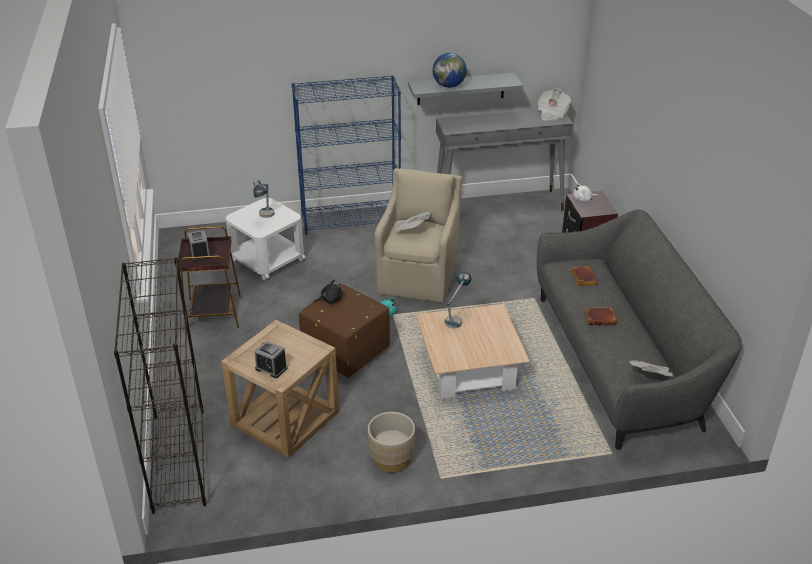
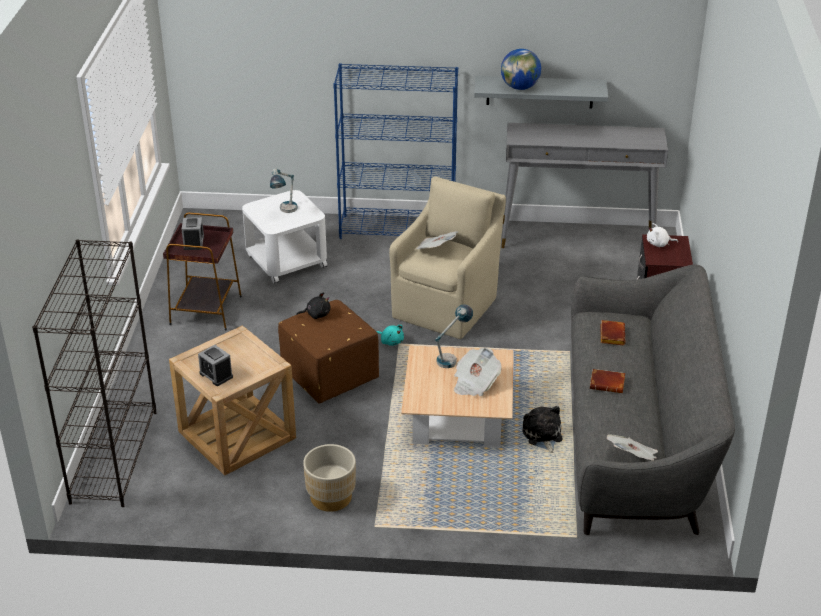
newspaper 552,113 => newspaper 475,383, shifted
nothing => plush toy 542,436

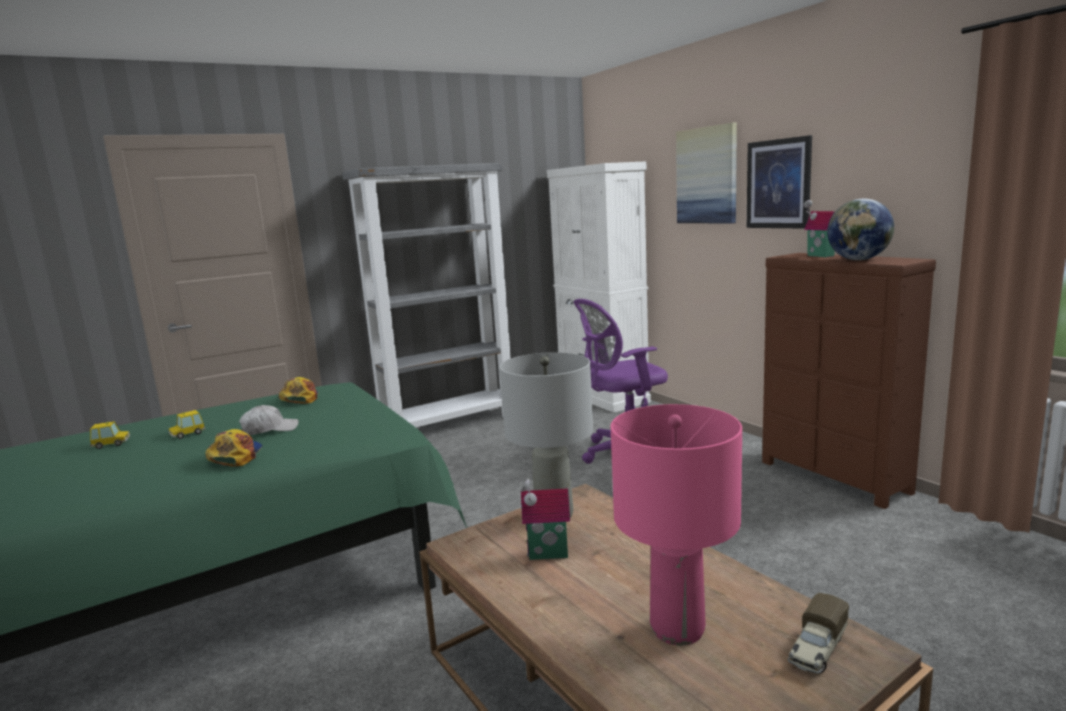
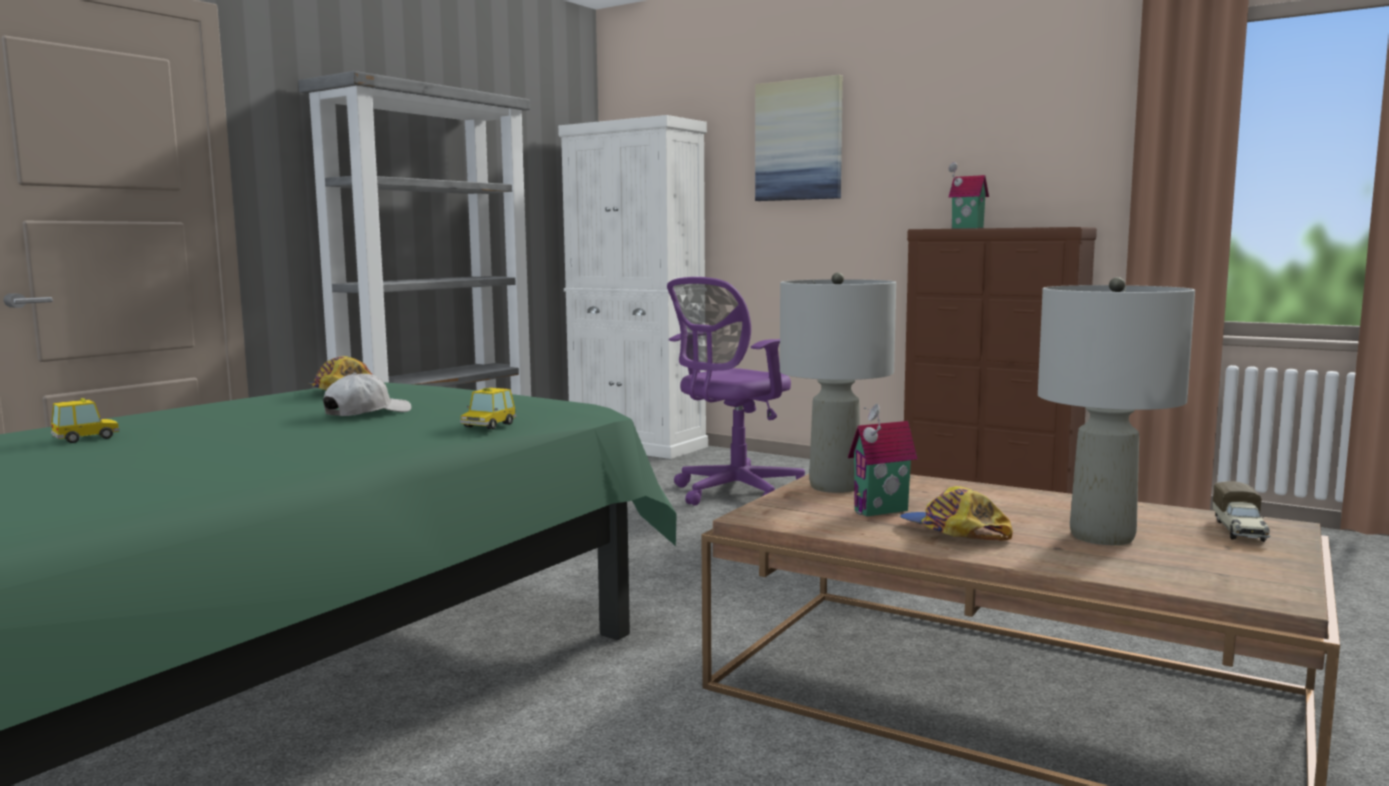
picture 778,184 => nothing
globe 858,260 => nothing
table lamp (pink) 676,628 => table lamp (grey) 1100,536
toy car 187,434 => toy car 488,425, shifted
cap 235,456 => cap 952,532, shifted

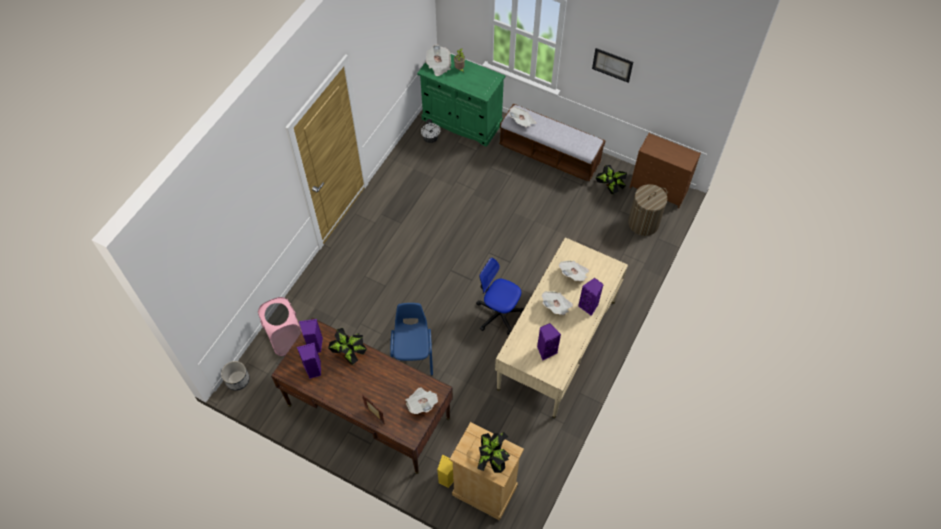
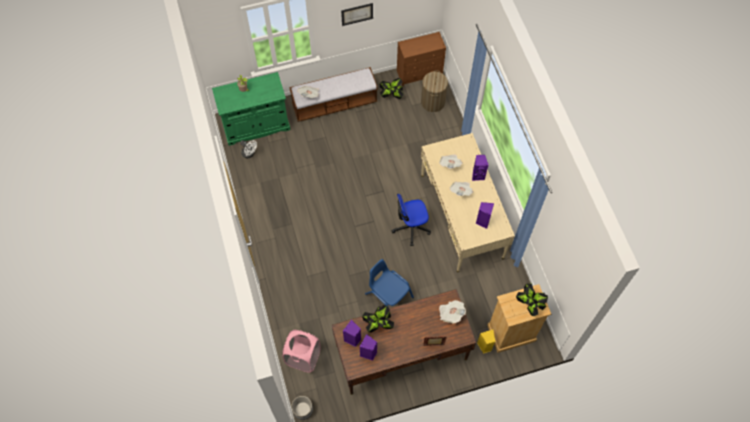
newspaper 438,66 => nothing

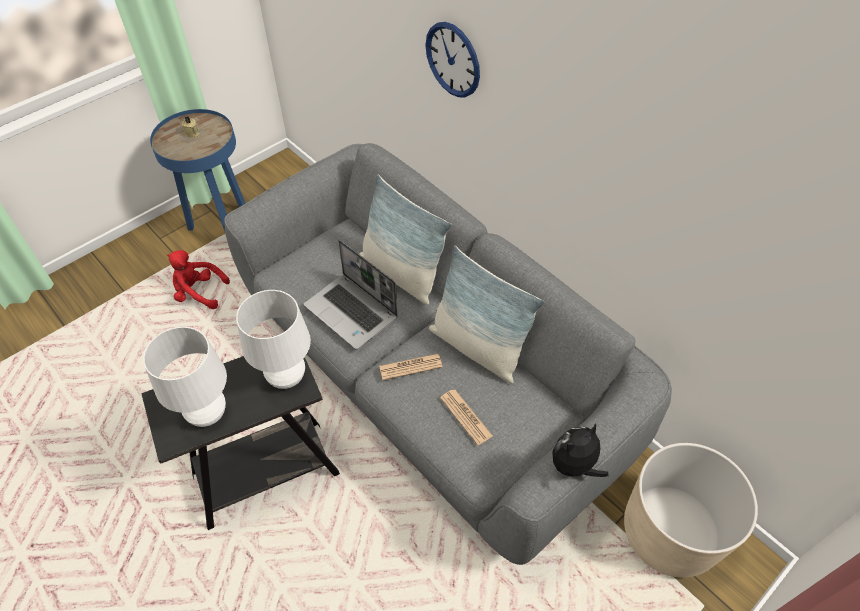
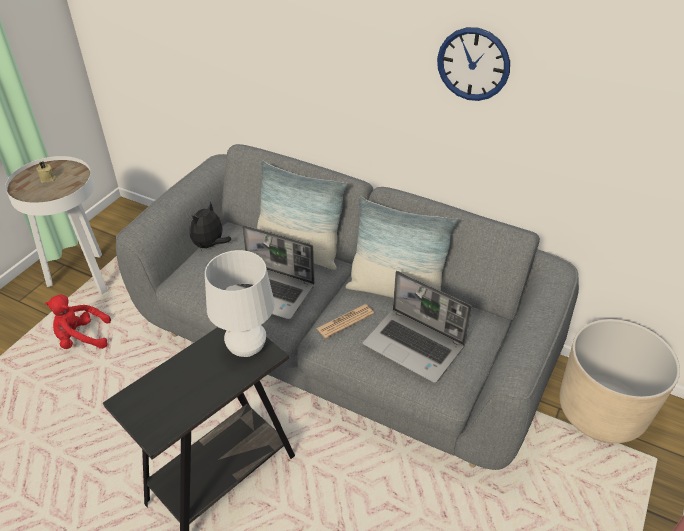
wall clock 453,60 => wall clock 473,64, shifted
side table (blue) 223,228 => side table (white) 84,277
table lamp (white) 207,414 => nothing
newspaper 466,417 => laptop 415,346
plush toy 574,466 => plush toy 210,245, shifted

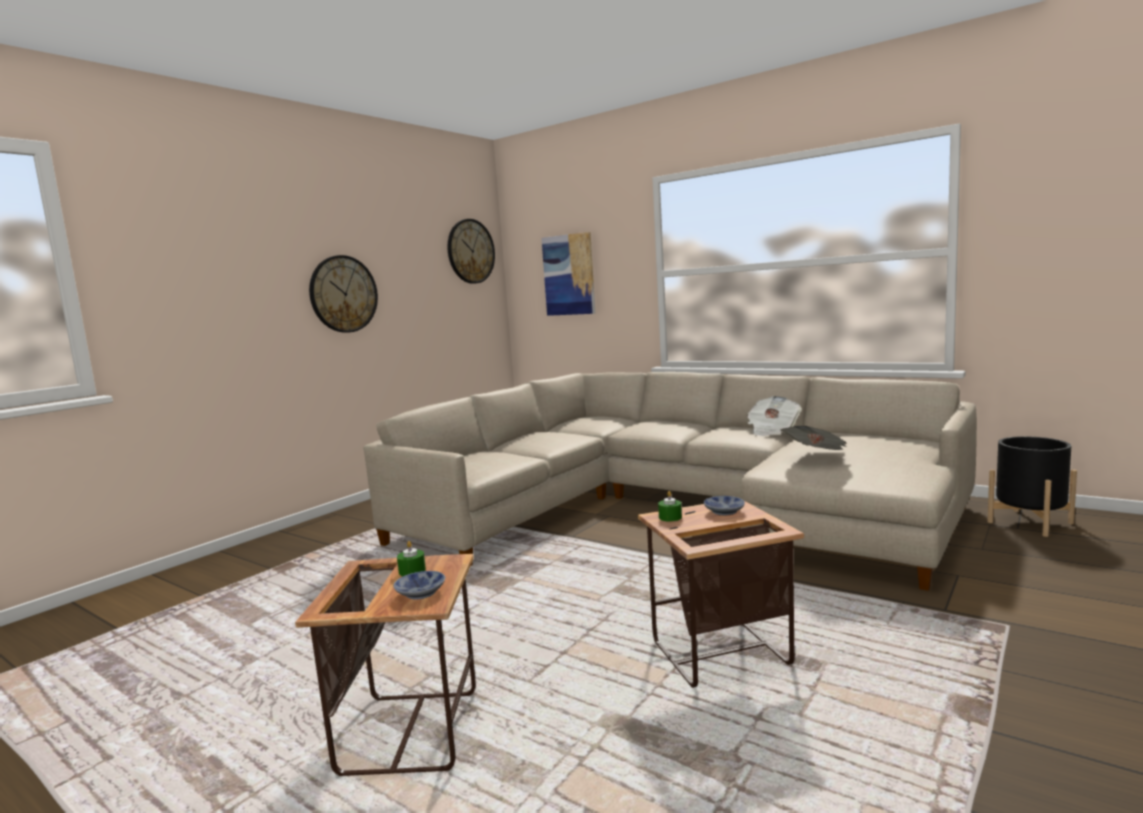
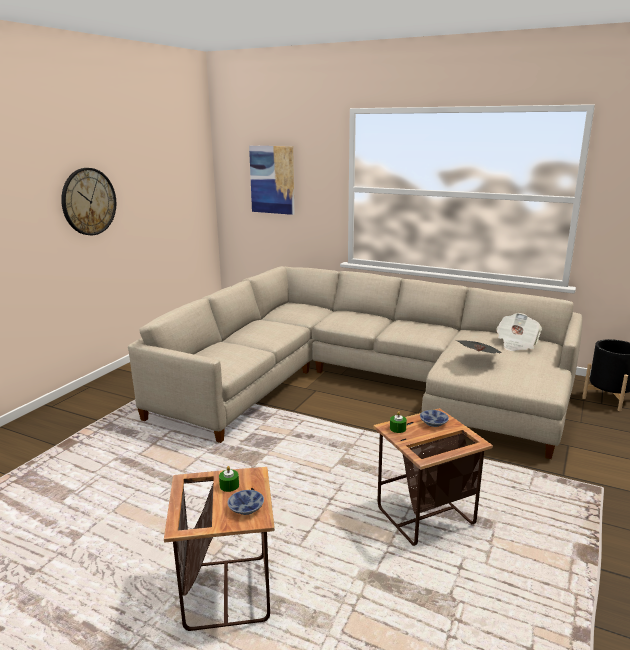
wall clock 470,251 => nothing
newspaper 772,430 => newspaper 516,344, shifted

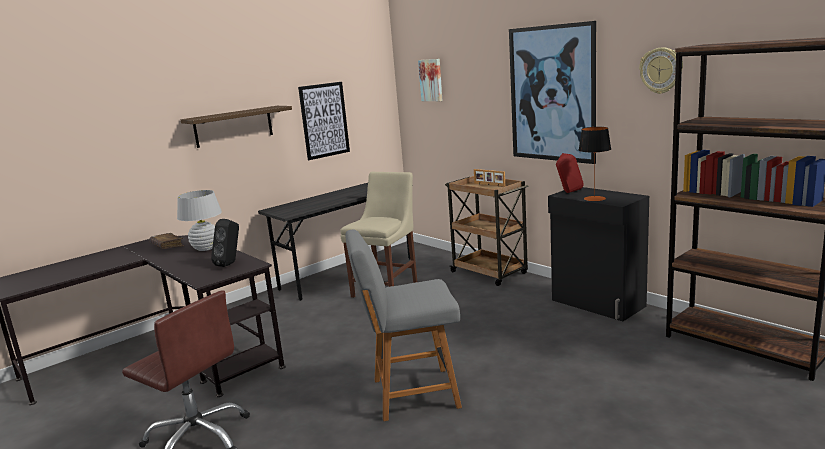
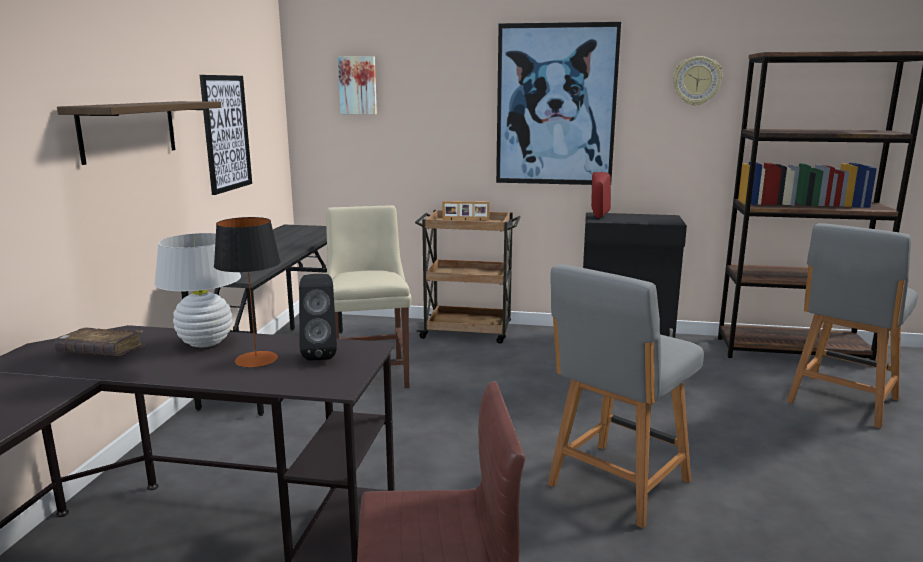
table lamp 594,198 => table lamp 256,359, shifted
nothing => chair (grey) 841,402

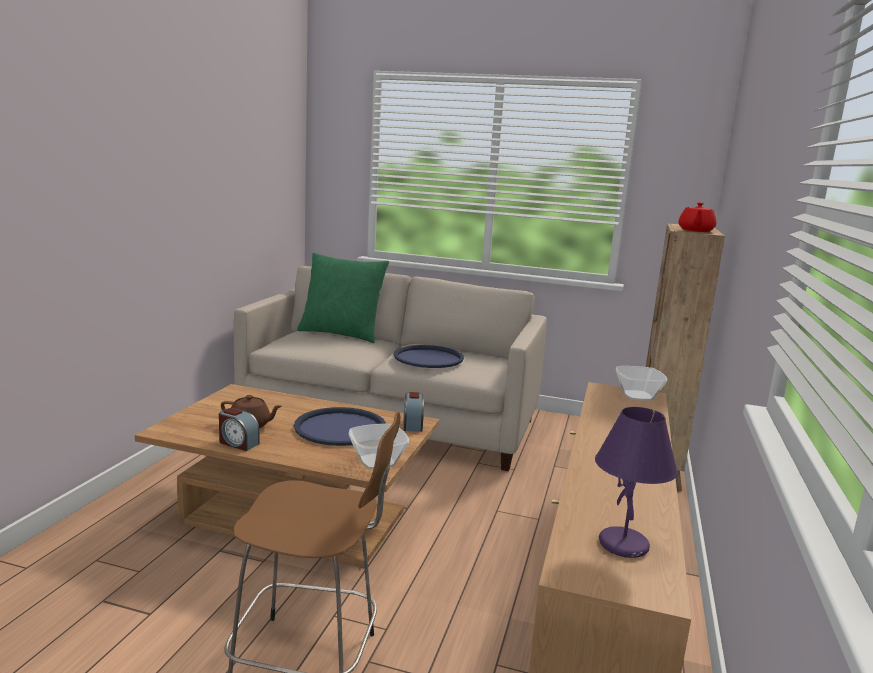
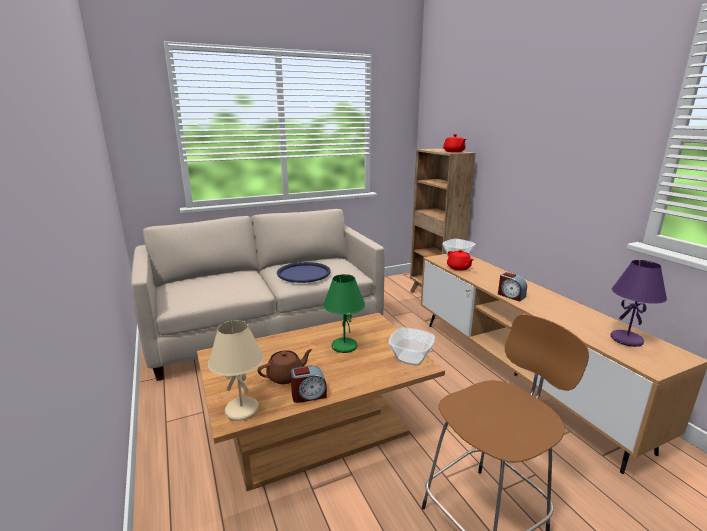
pillow (green) 341,334 => nothing
alarm clock 412,424 => alarm clock 510,296, shifted
tray (blue) 340,428 => table lamp (green) 343,346
nothing => teapot (red) 459,268
nothing => table lamp (beige) 242,410

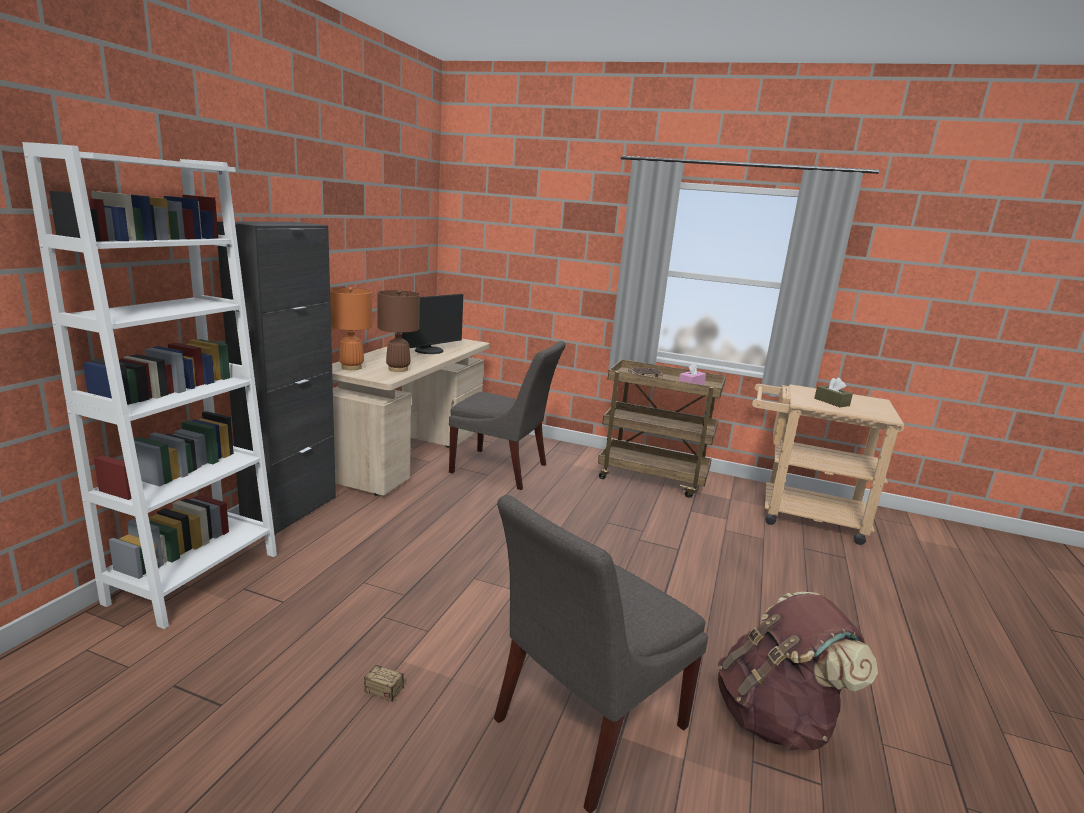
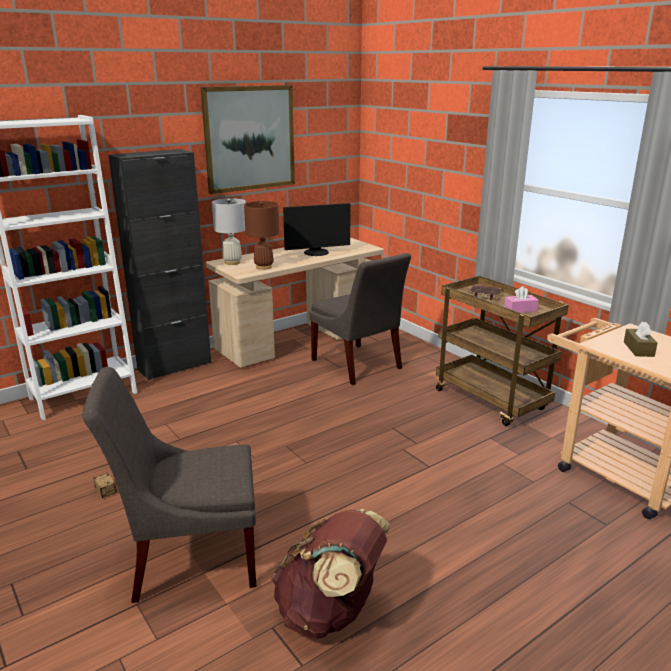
table lamp (orange) 351,367 => table lamp (white) 232,262
nothing => picture 249,138

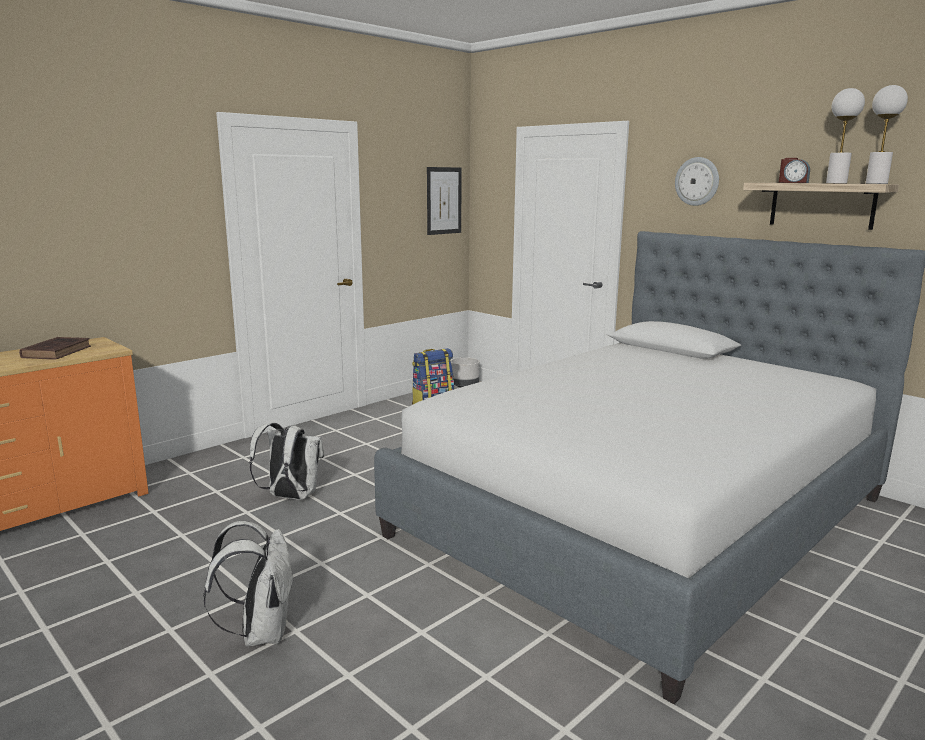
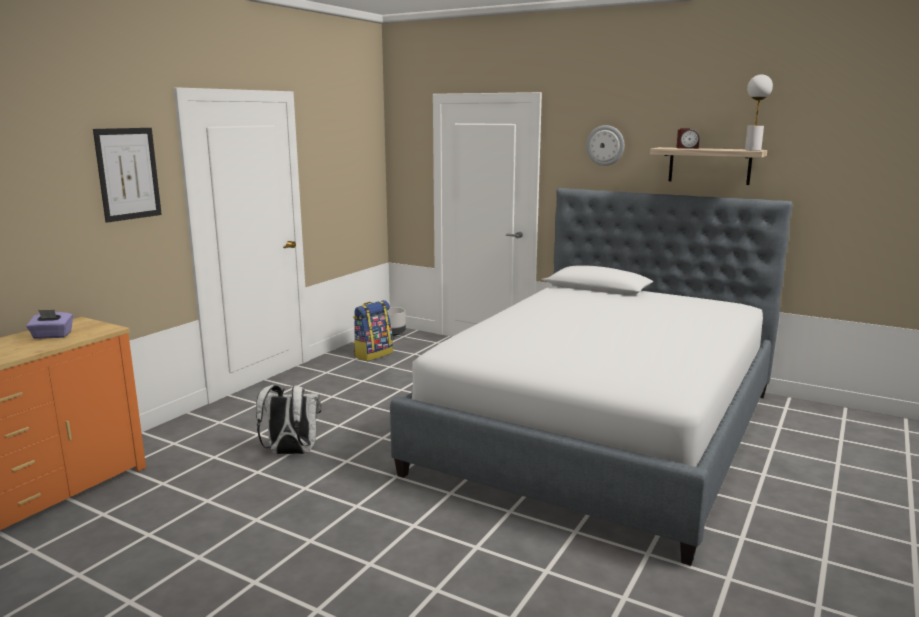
table lamp (white) 836,183 => nothing
picture 444,200 => picture 128,174, shifted
book (brown) 58,352 => tissue box (purple) 52,336
backpack (white) 261,632 => nothing

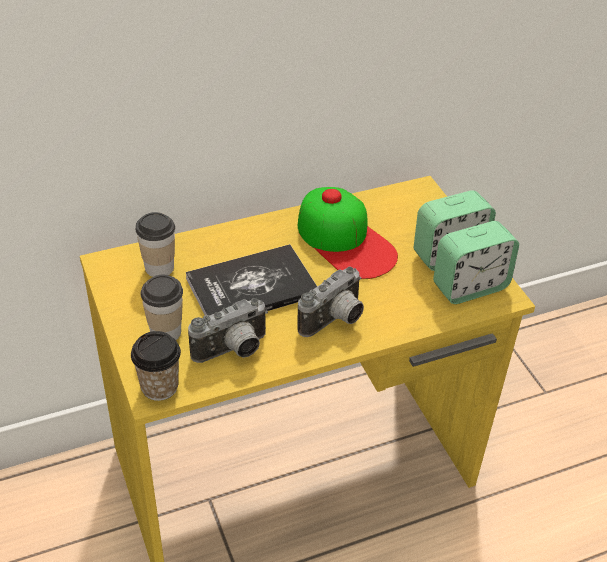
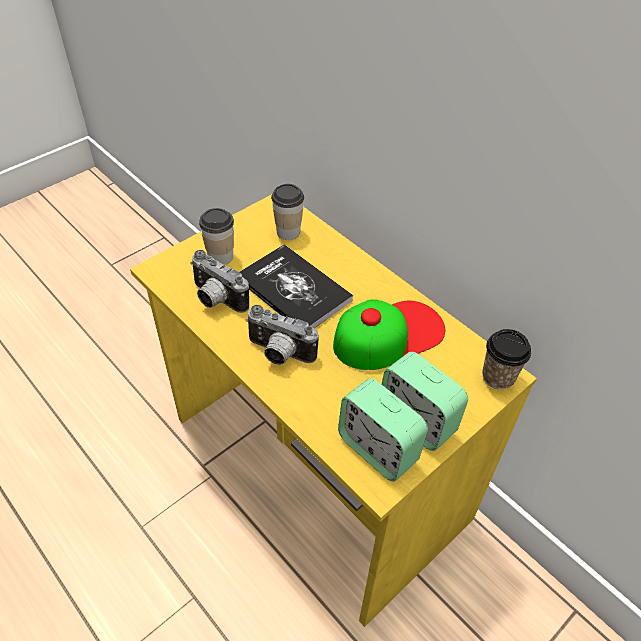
cap 345,240 => cap 388,334, 150 degrees counterclockwise
cup 159,386 => cup 498,377, shifted

